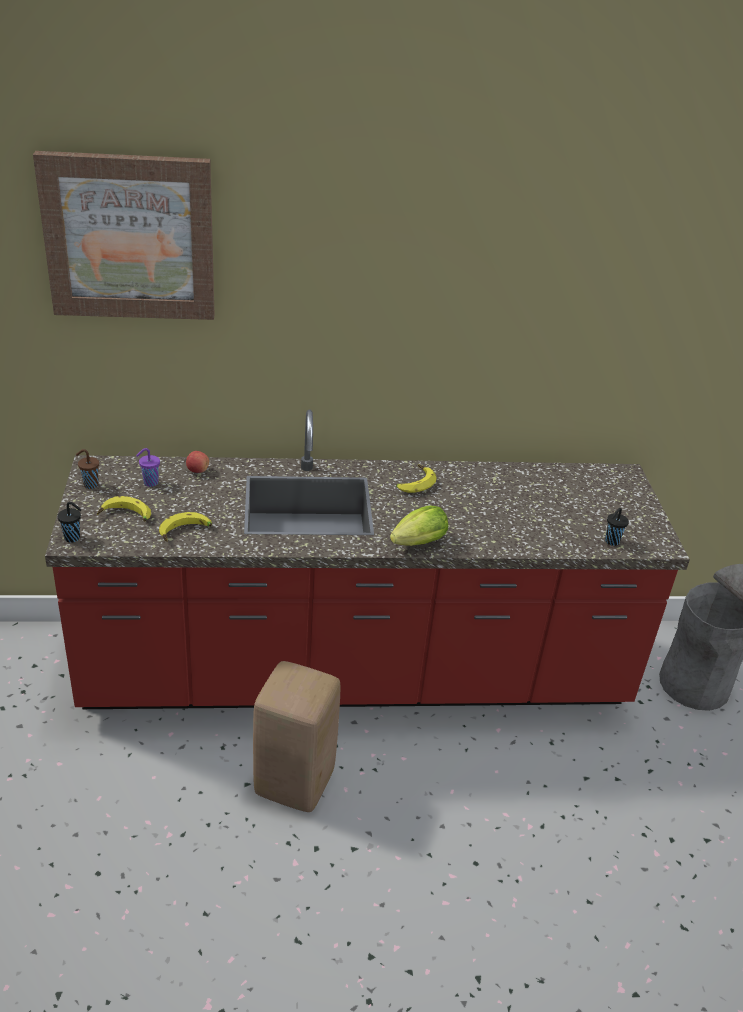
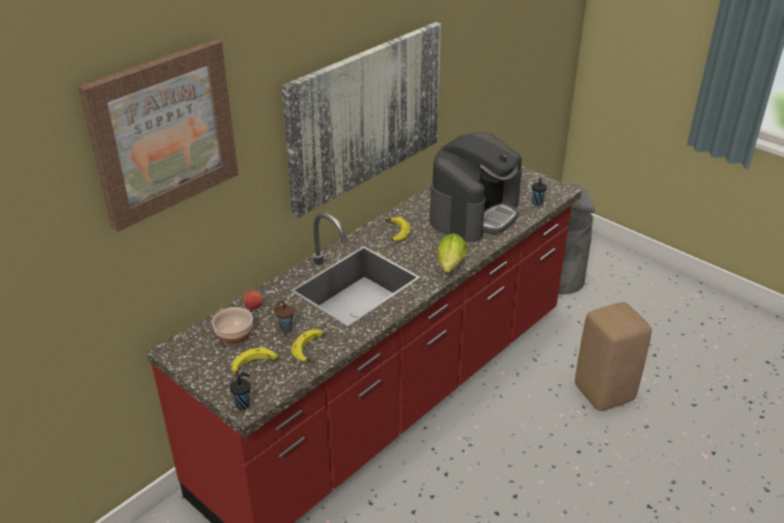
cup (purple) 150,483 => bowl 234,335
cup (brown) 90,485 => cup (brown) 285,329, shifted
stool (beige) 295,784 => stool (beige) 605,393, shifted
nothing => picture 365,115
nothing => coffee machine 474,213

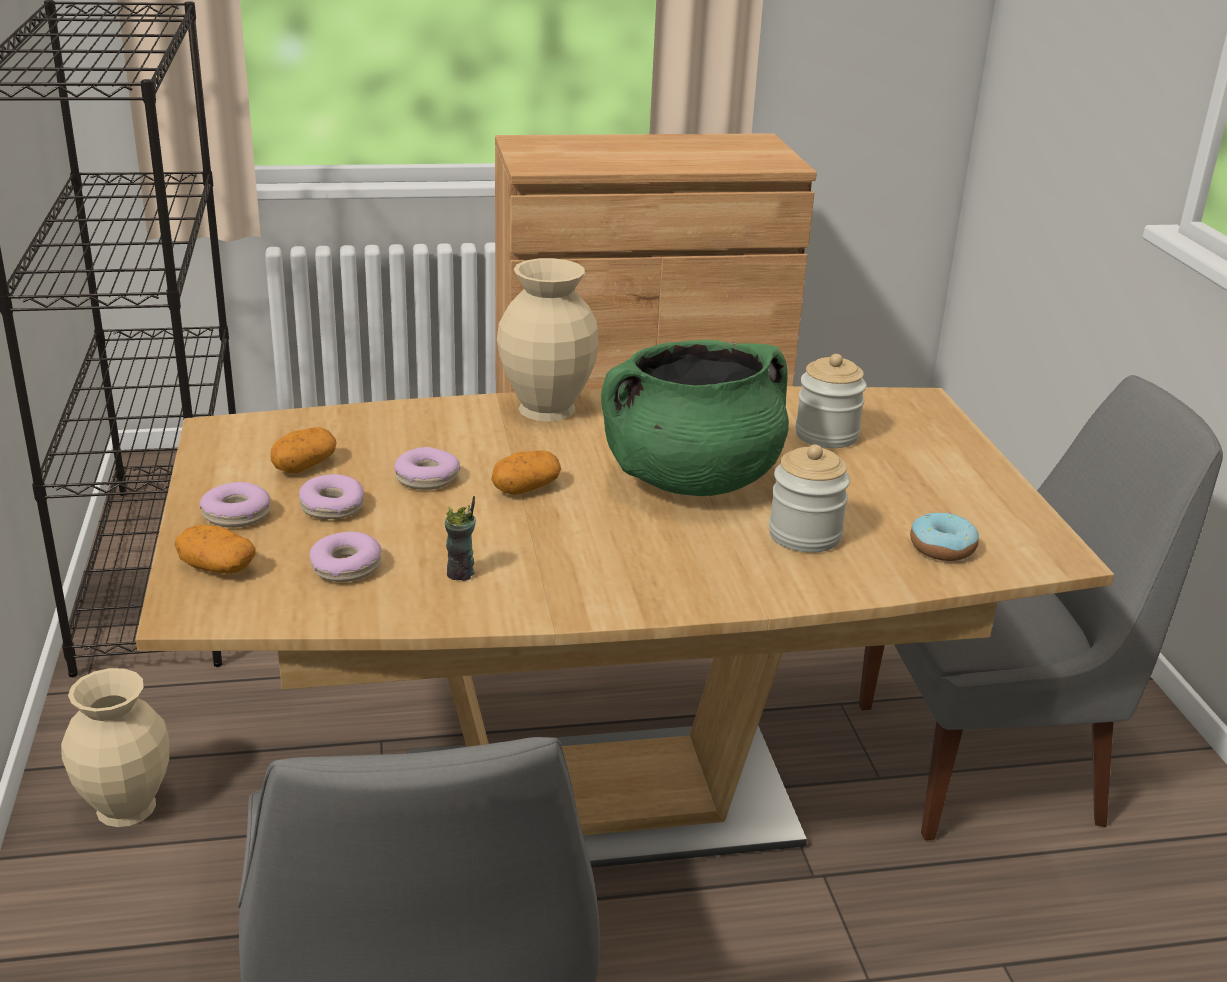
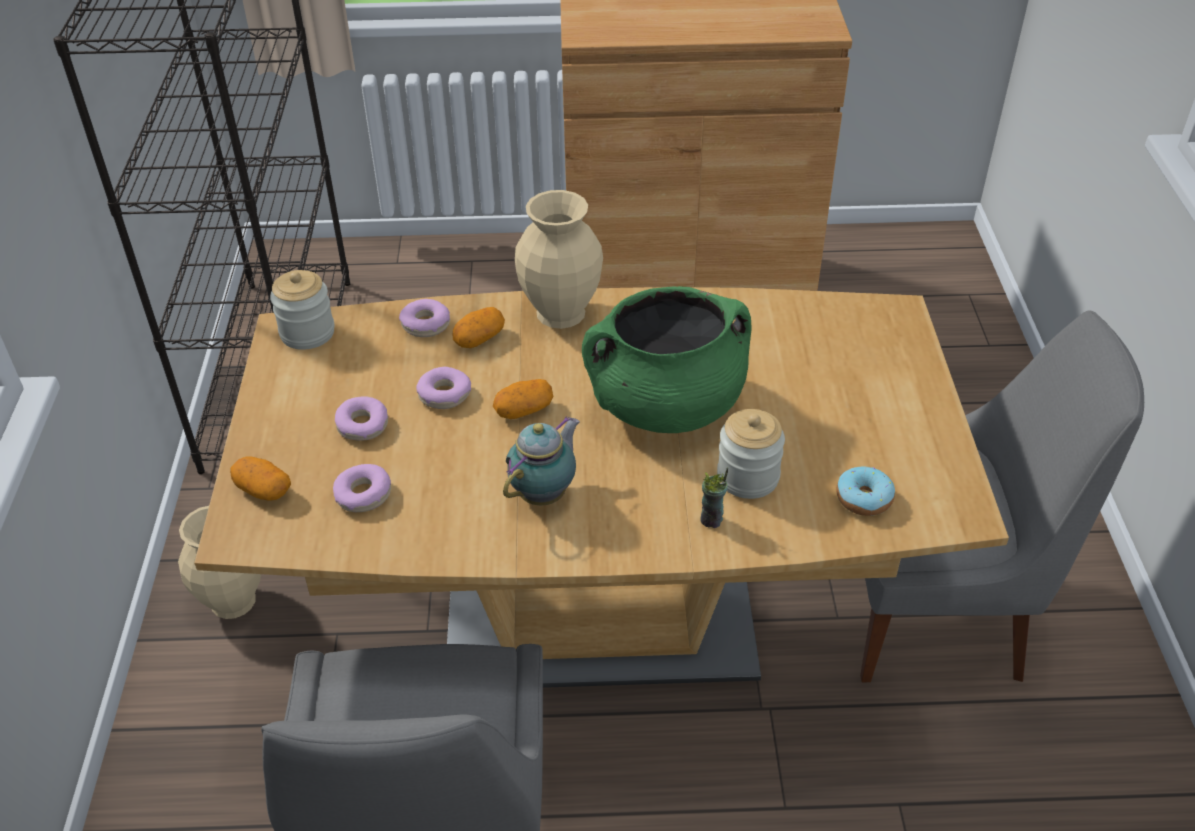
jar 826,435 => jar 307,333, shifted
potato 304,466 => potato 479,339, shifted
donut 236,515 => donut 425,324, shifted
cup 461,574 => cup 712,520, shifted
nothing => teapot 545,493

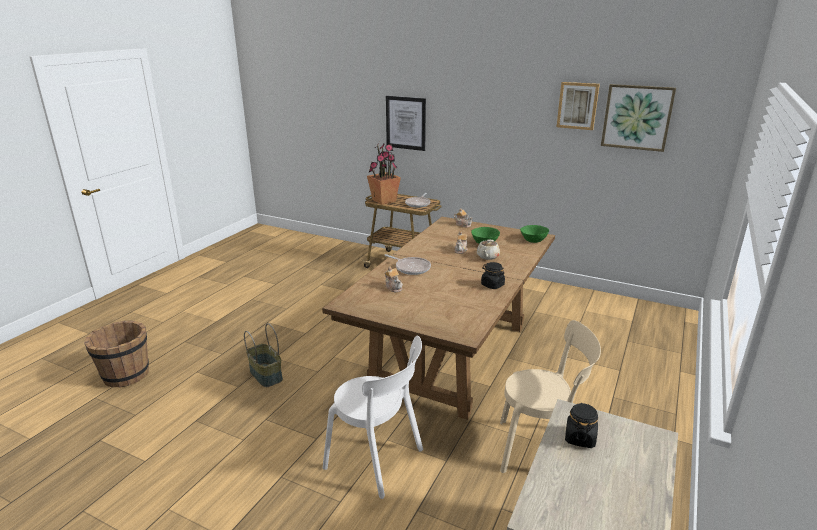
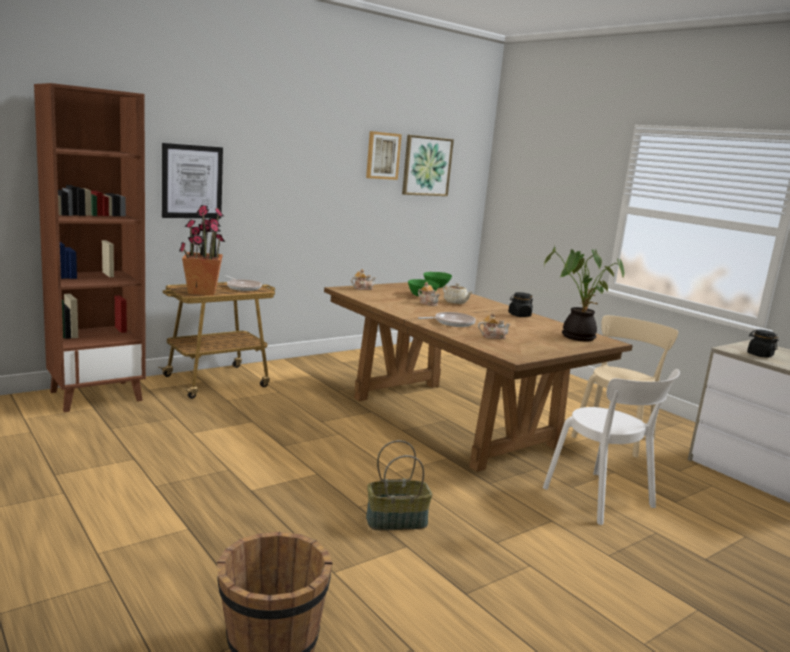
chair (white) 377,460 => chair (white) 602,499, 90 degrees clockwise
nothing => bookcase (brown) 96,395
nothing => potted plant 576,336

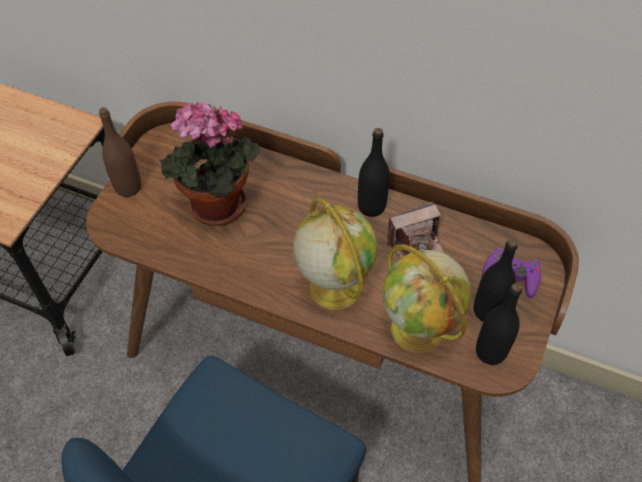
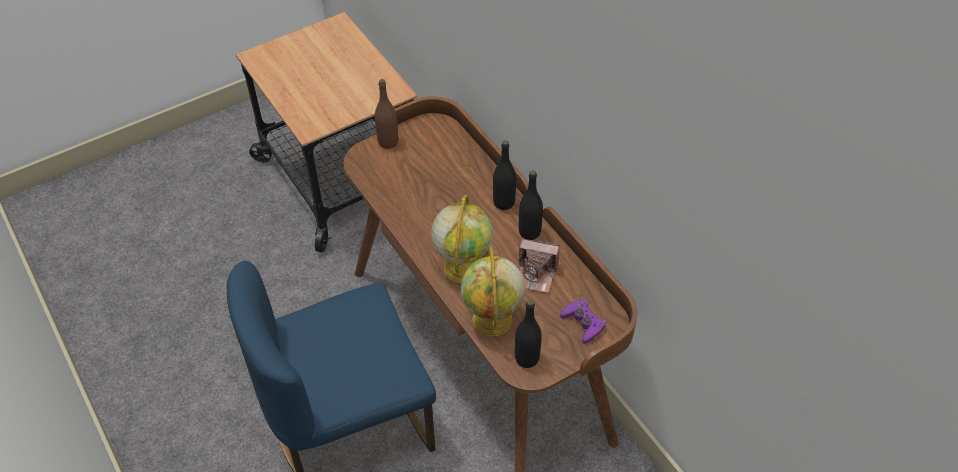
potted plant 215,209 => nothing
bottle (black) 488,311 => bottle (black) 504,202, shifted

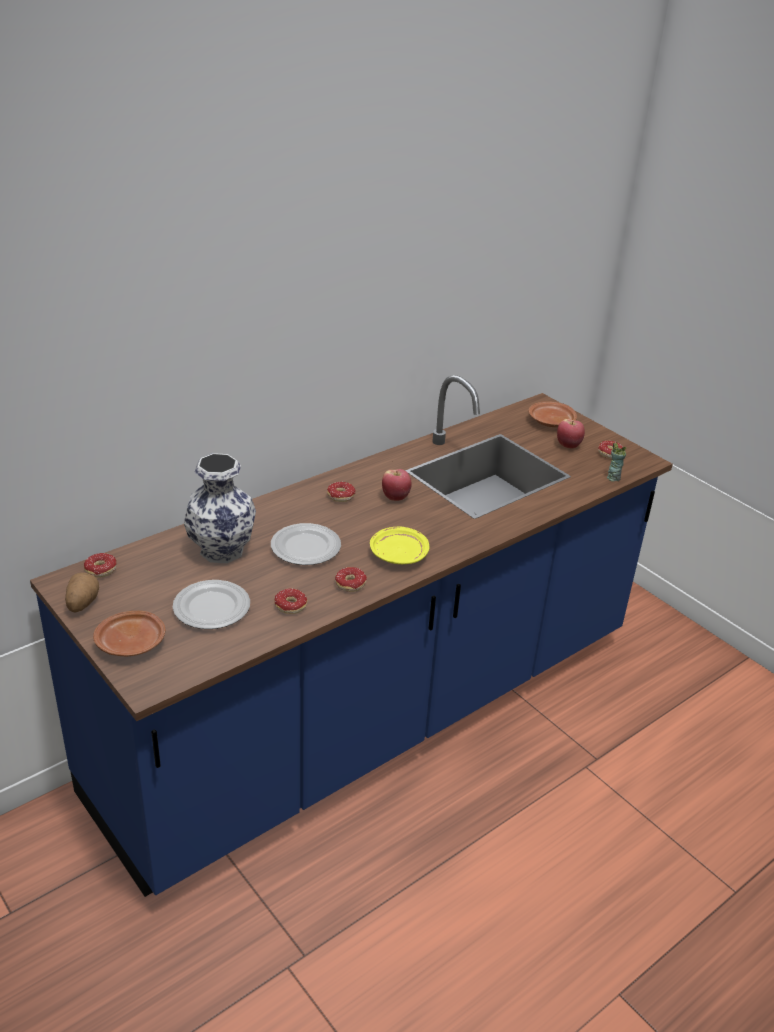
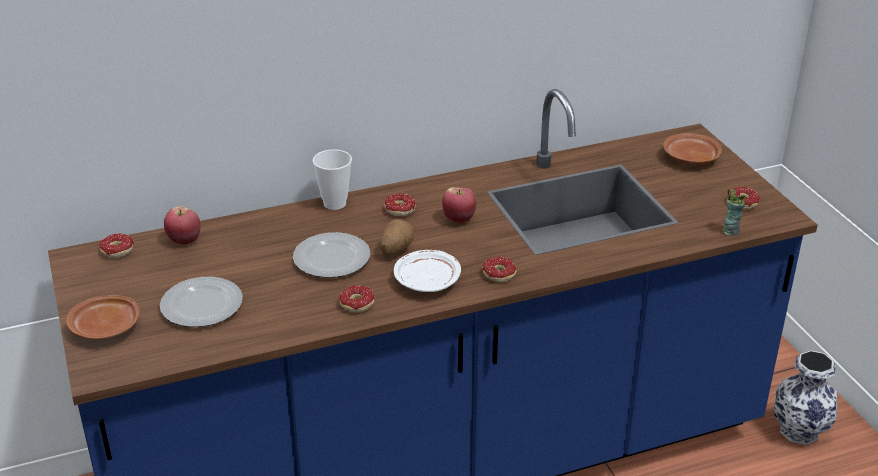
apple 568,445 => apple 184,240, shifted
vase 223,549 => vase 800,430, shifted
plate (yellow) 398,554 => plate (white) 427,280
potato 82,603 => potato 395,249, shifted
donut 287,609 => donut 495,277, shifted
nothing => cup 334,203

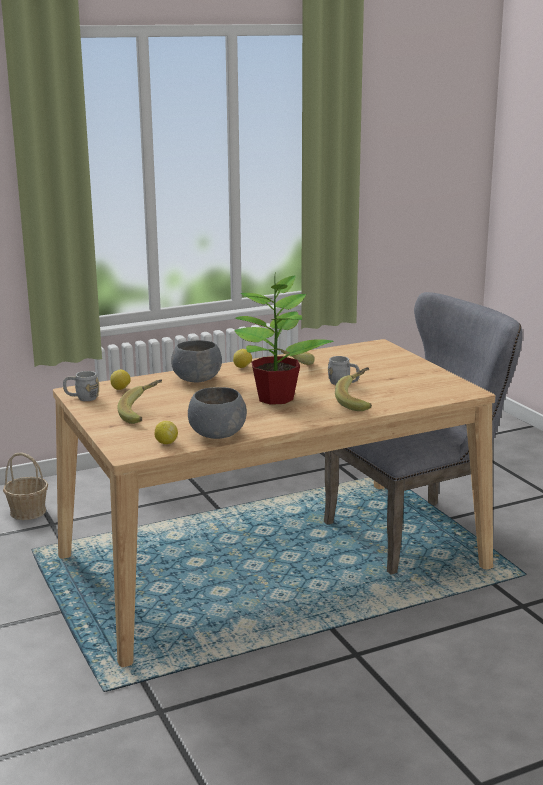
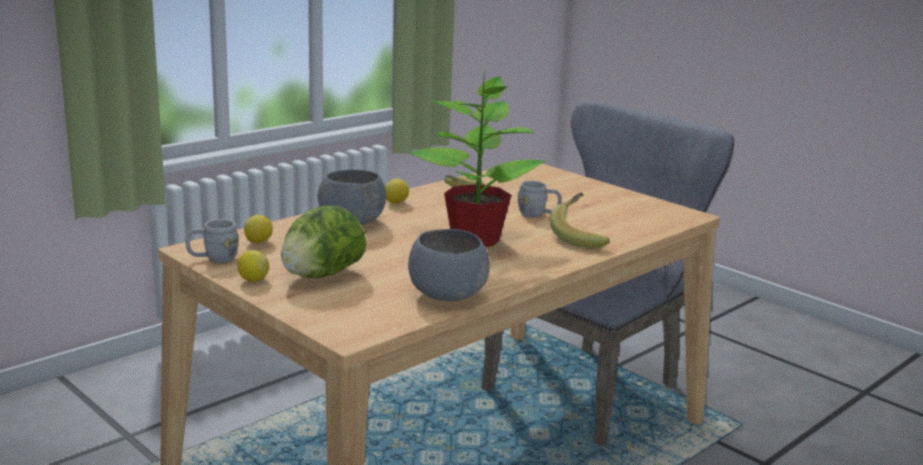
banana 144,414 => lettuce 321,275
lemon 166,443 => lemon 253,280, shifted
basket 28,511 => nothing

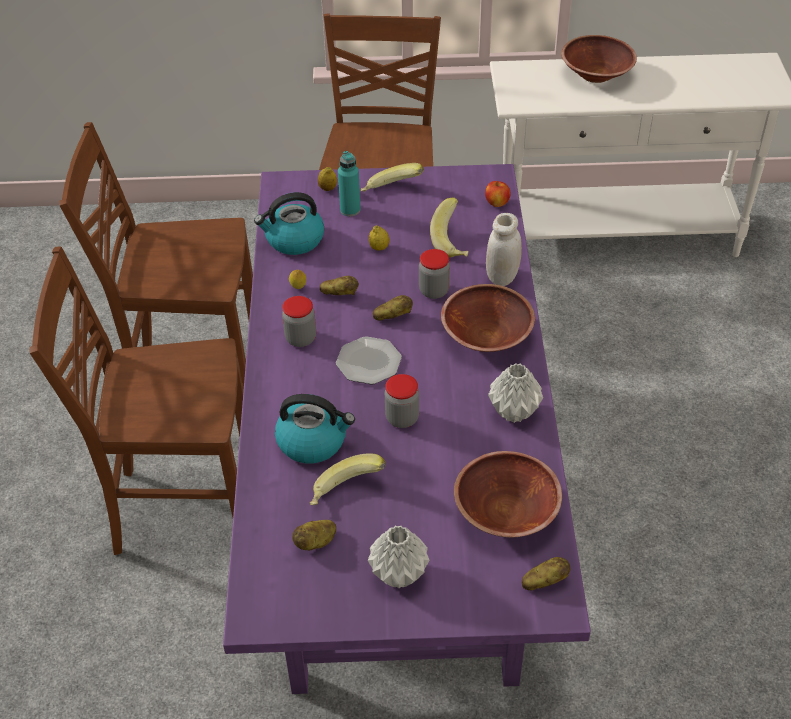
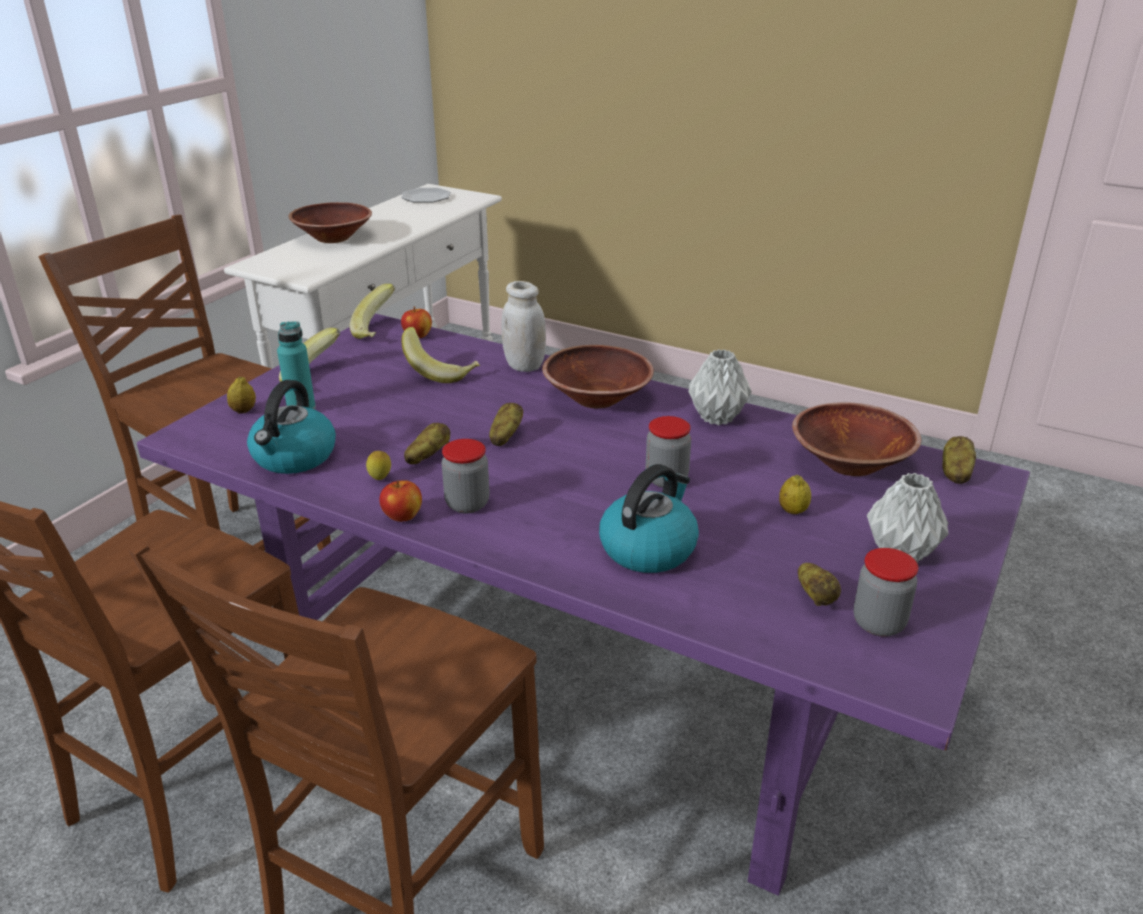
lemon 379,248 => lemon 793,511, shifted
jar 434,291 => jar 878,623, shifted
plate 368,362 => plate 426,198, shifted
banana 346,494 => banana 378,331, shifted
nothing => apple 403,516

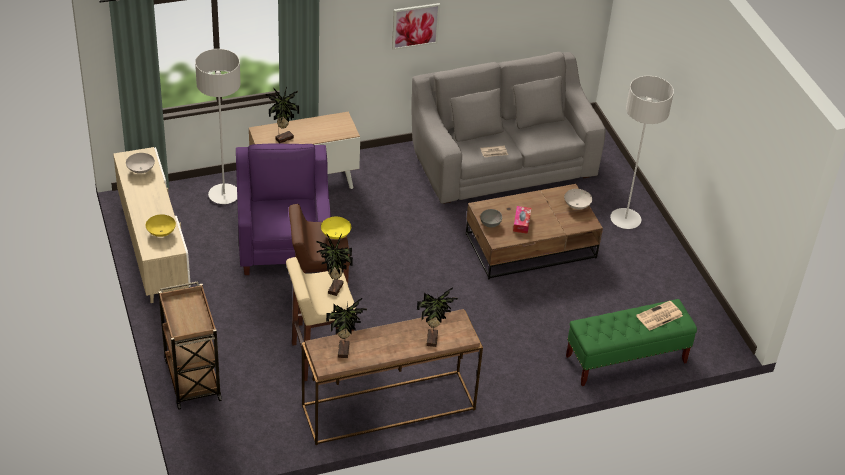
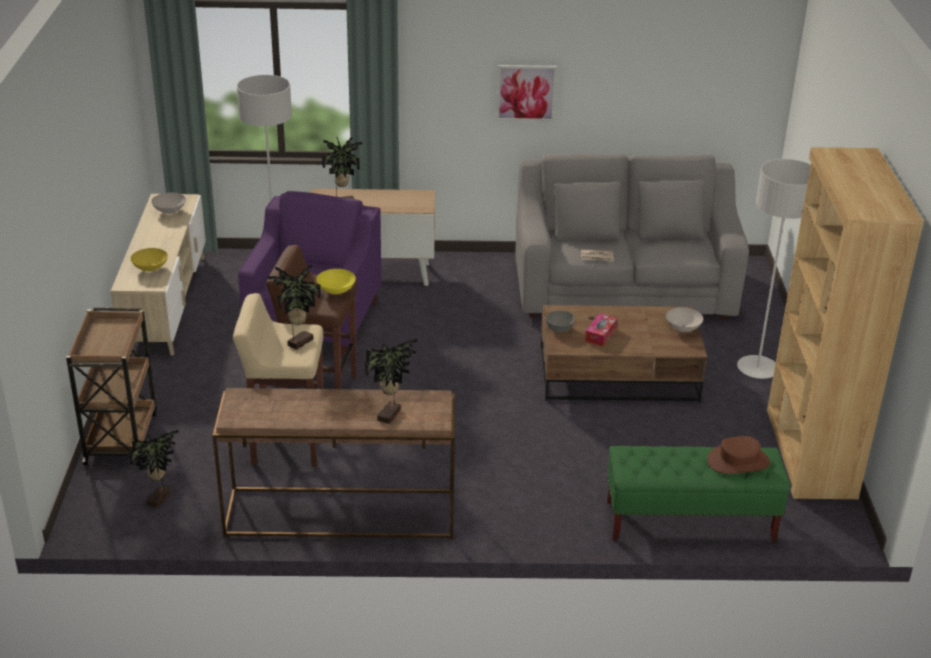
potted plant 345,350 => potted plant 160,499, shifted
newspaper 659,316 => hat (brown) 738,462
nothing => bookcase (brown) 809,453

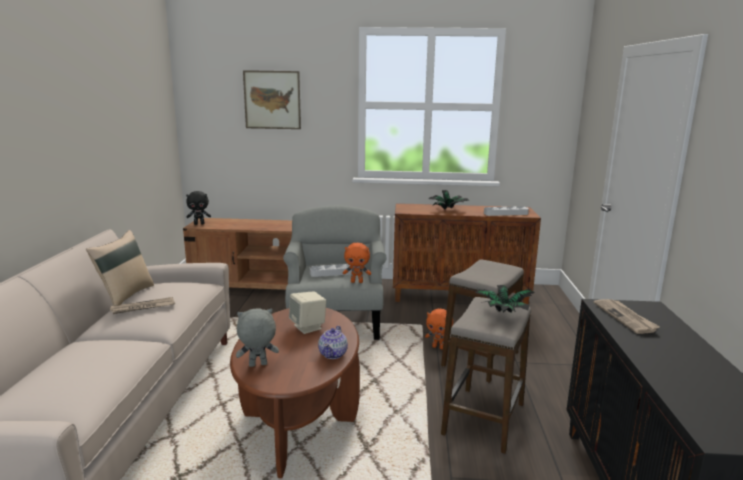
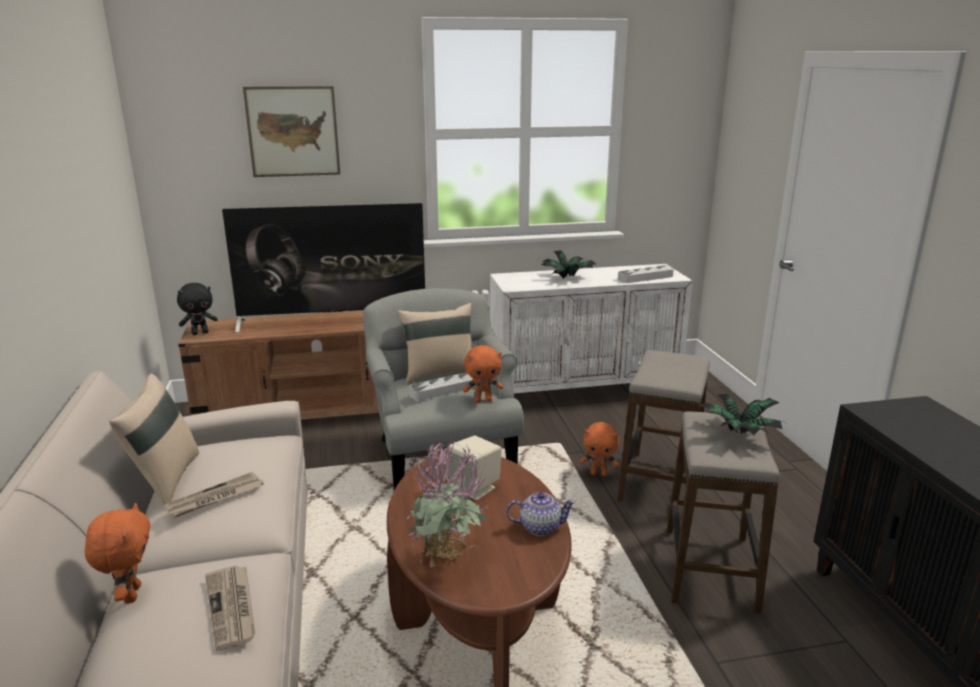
cabinet (brown) 460,296 => cabinet (white) 584,392
newspaper 625,317 => newspaper 232,608, shifted
plush toy (grey) 257,365 => potted plant 448,565
teapot 333,354 => teapot 539,527, 90 degrees counterclockwise
nothing => television 334,321
nothing => pillow (beige) 439,373
nothing => plush toy (orange) 130,594

